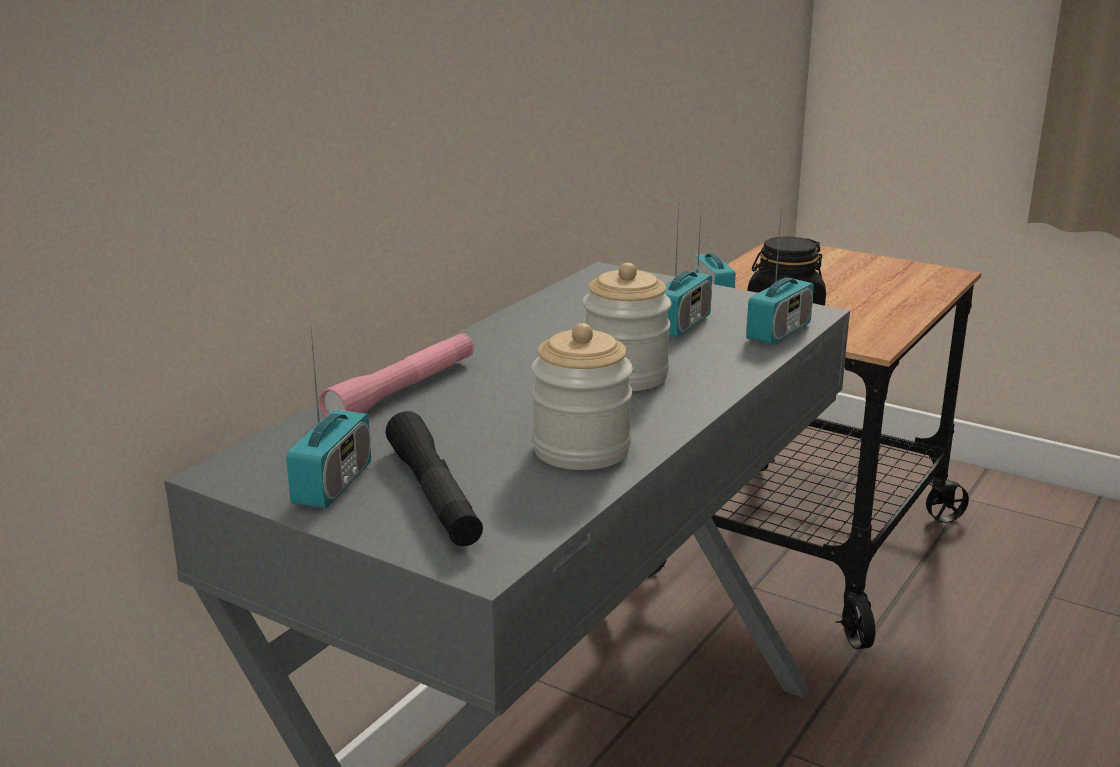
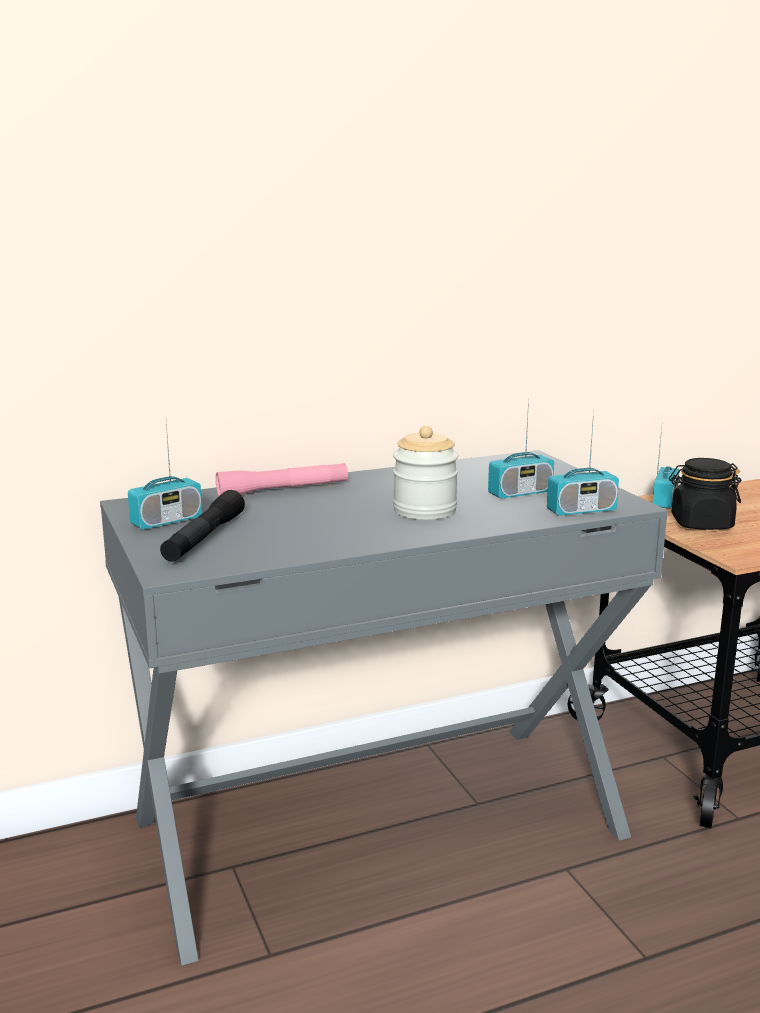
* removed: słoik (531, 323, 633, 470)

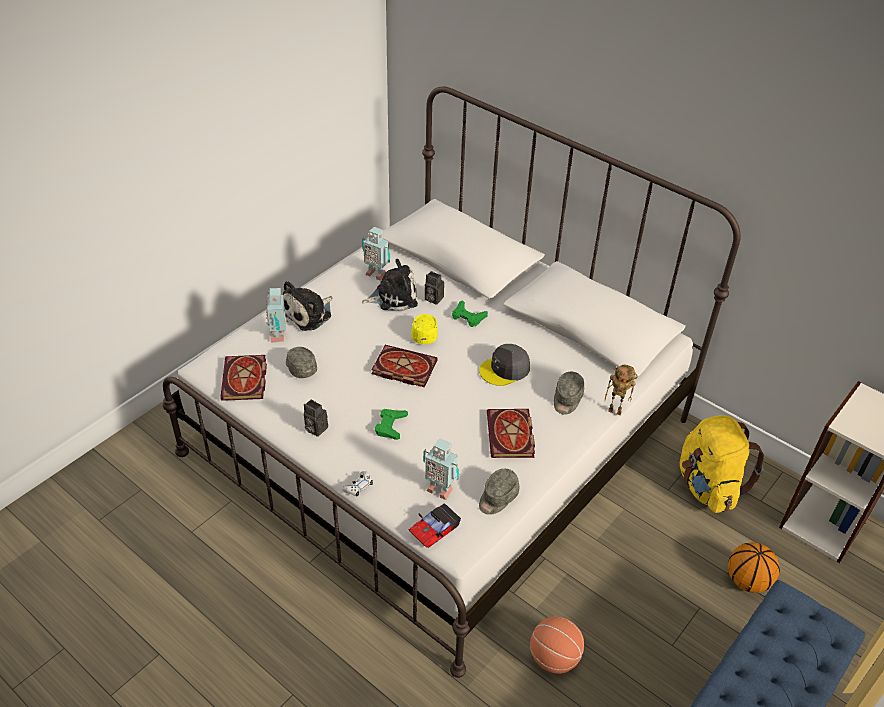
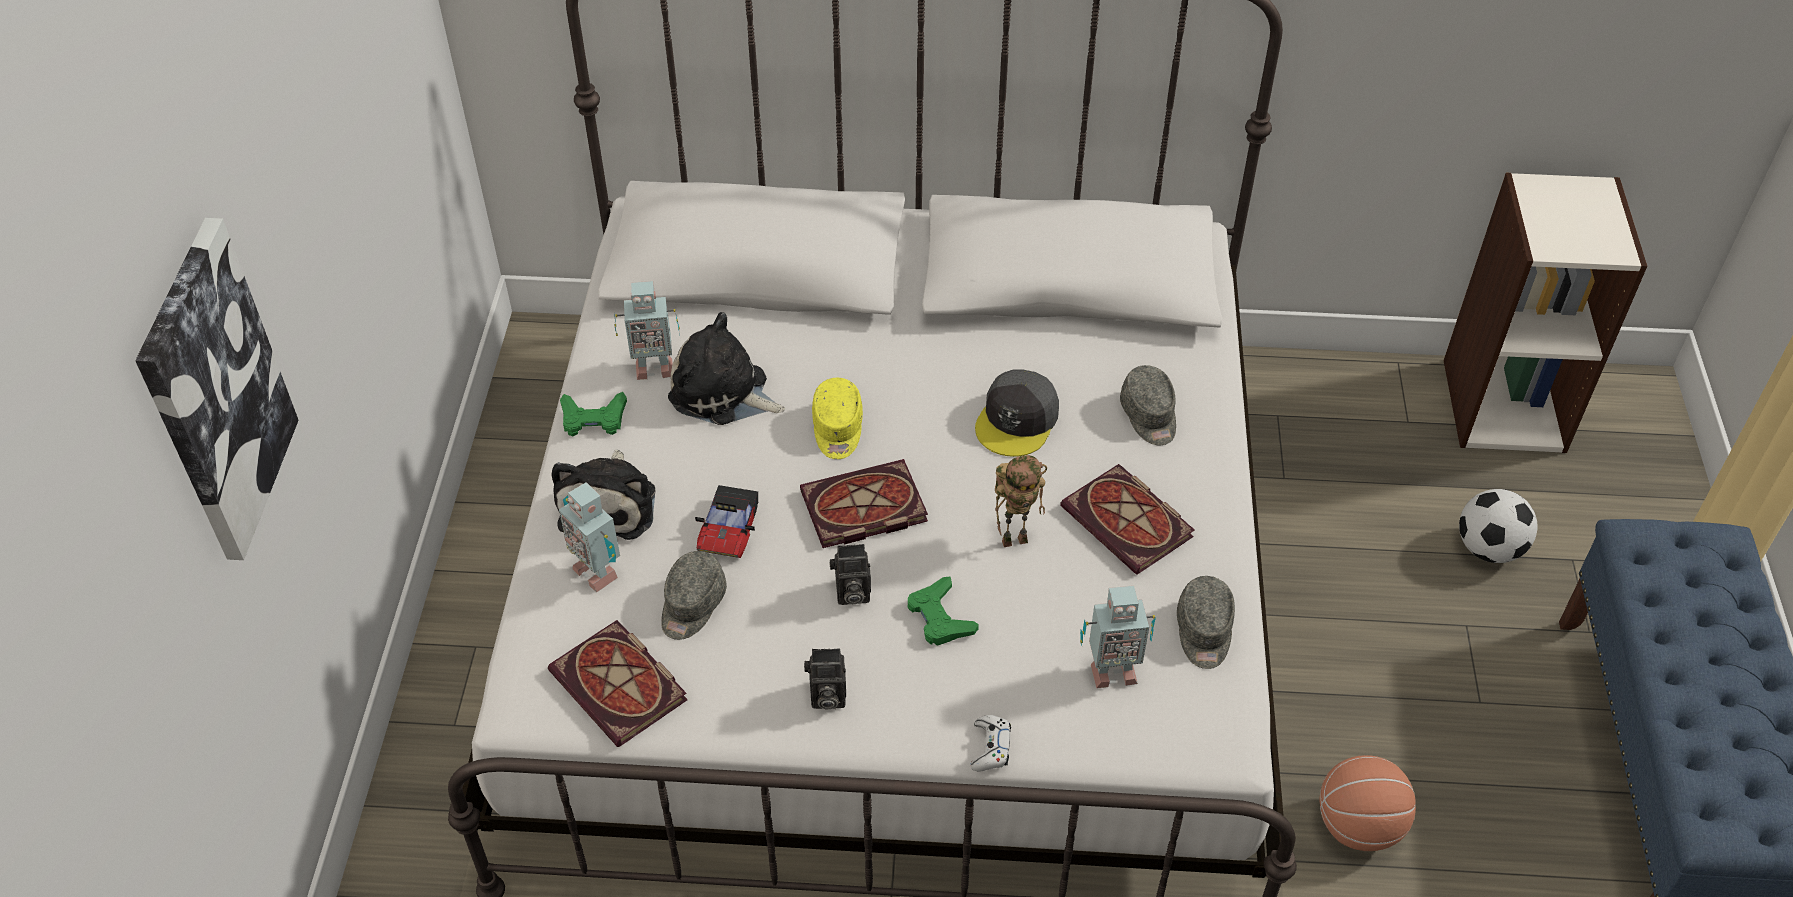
* turned: czapka z daszkiem (szary) (286, 347, 317, 378) = (661, 551, 727, 640) 90 degrees counterclockwise
* turned: pluszak (361, 259, 418, 311) = (668, 312, 785, 425) 105 degrees counterclockwise
* moved: samochodzik (409, 503, 461, 548) to (695, 485, 758, 558)
* turned: czapka z daszkiem (żółty) (412, 314, 438, 344) = (812, 377, 863, 459) 150 degrees counterclockwise
* moved: aparat fotograficzny (425, 271, 444, 305) to (829, 544, 871, 605)
* moved: pad do gier (zielony) (452, 300, 488, 327) to (560, 392, 627, 436)
* moved: robot zabawkowy (605, 364, 638, 415) to (995, 455, 1047, 547)
* removed: plecak (żółty) (680, 415, 764, 513)
* replaced: piłka do koszykówki (728, 542, 780, 593) to piłka futbolowa (1459, 489, 1538, 563)
* added: obraz (135, 218, 299, 560)

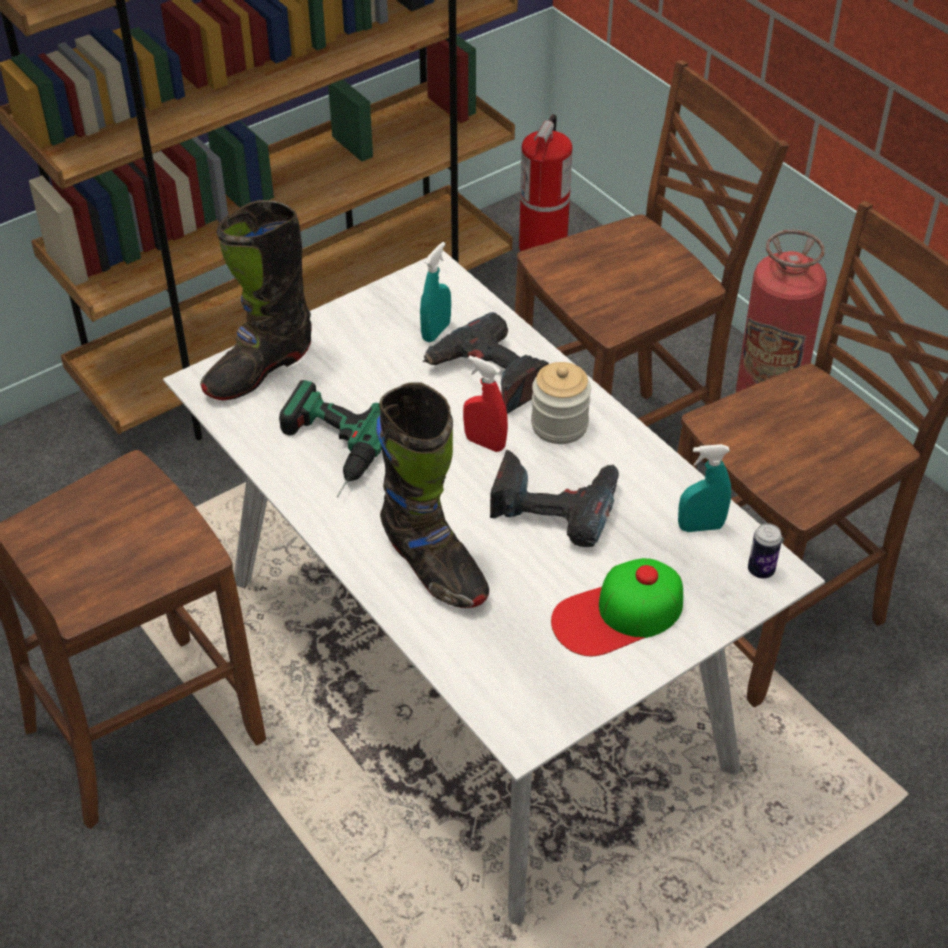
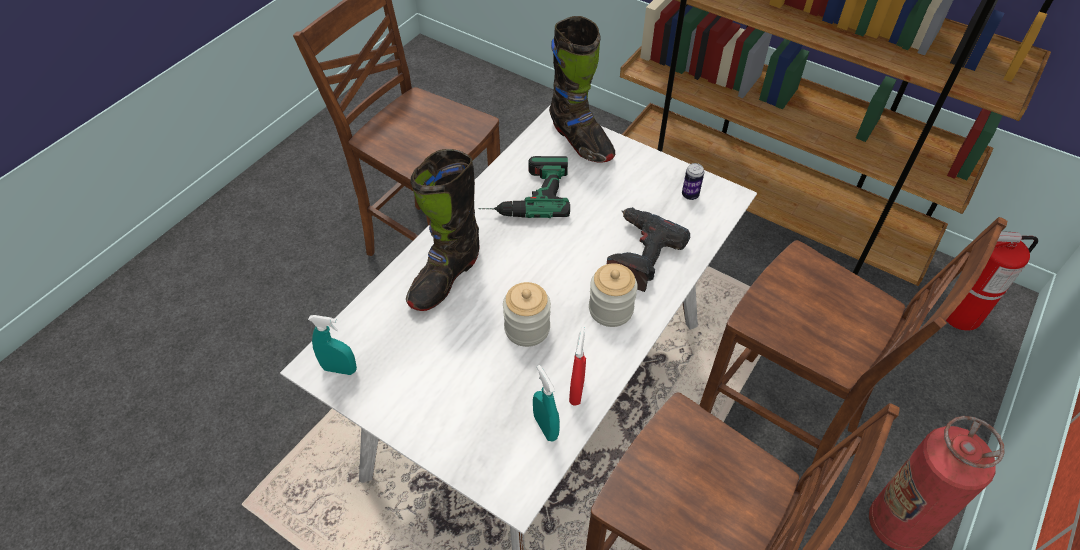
* turned: but z cholewką (czarny) (200, 200, 312, 400) = (549, 16, 615, 163) 150 degrees counterclockwise
* moved: spryskiwacz (turkusowy) (420, 242, 451, 342) to (308, 315, 357, 375)
* moved: spryskiwacz (czerwony) (463, 356, 508, 452) to (569, 327, 586, 406)
* replaced: wiertarka (490, 450, 619, 547) to słoik (503, 282, 551, 347)
* removed: czapka z daszkiem (551, 558, 683, 656)
* moved: puszka (748, 523, 782, 578) to (682, 163, 704, 200)

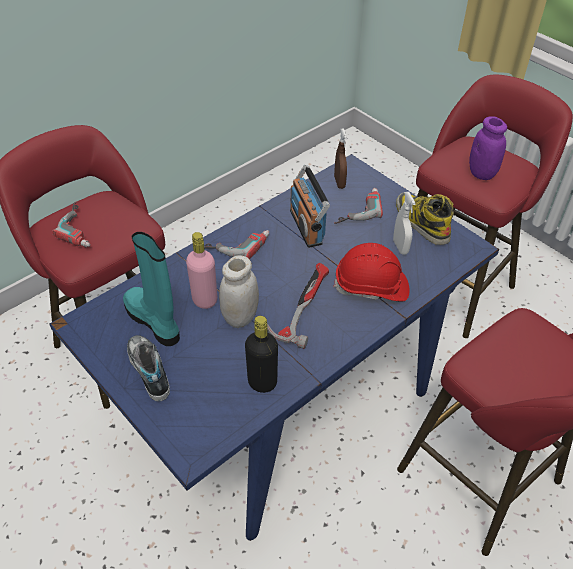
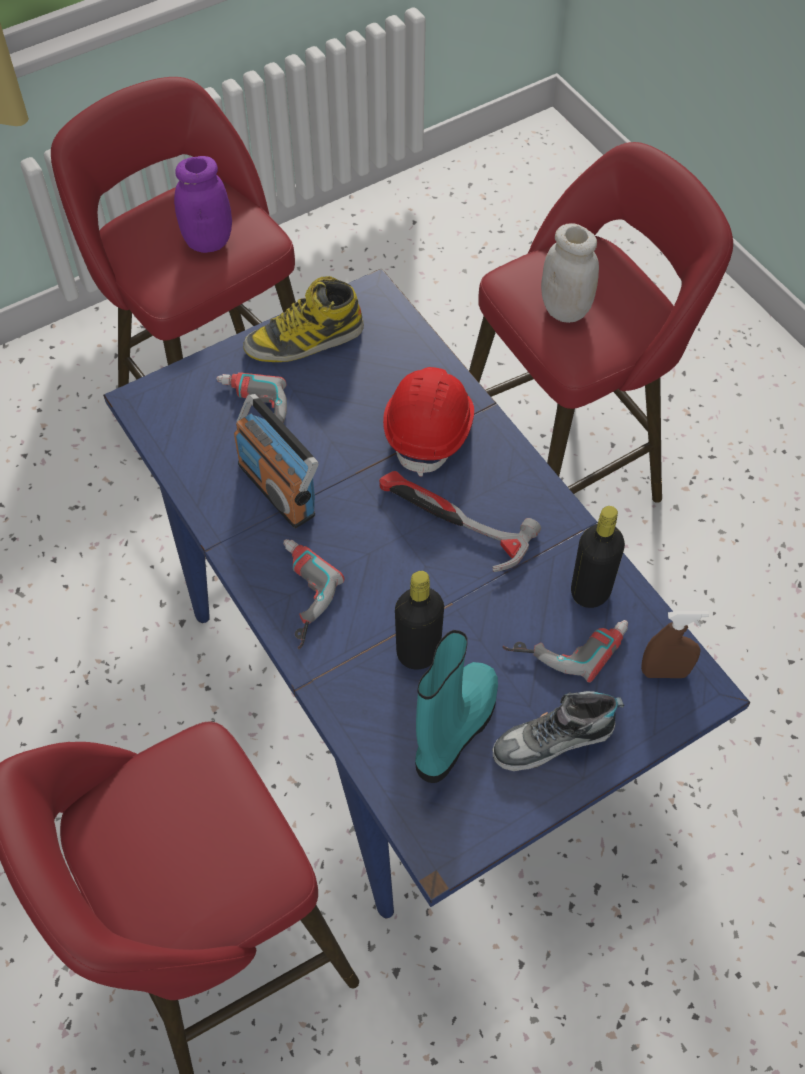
* moved: wiertarka (52, 202, 90, 247) to (502, 620, 628, 683)
* turned: but z cholewką (turkusowy) (123, 232, 180, 346) = (415, 630, 498, 783) 150 degrees clockwise
* recoloured: butelka (różowy) (186, 232, 217, 309) to butelka (czarny) (395, 571, 444, 669)
* moved: słoik (biały) (219, 255, 259, 328) to (541, 223, 599, 323)
* turned: radio (290, 165, 330, 248) = (234, 394, 318, 528) 60 degrees clockwise
* moved: spryskiwacz (brązowy) (334, 128, 347, 189) to (641, 611, 709, 678)
* removed: spryskiwacz (biały) (393, 192, 416, 255)

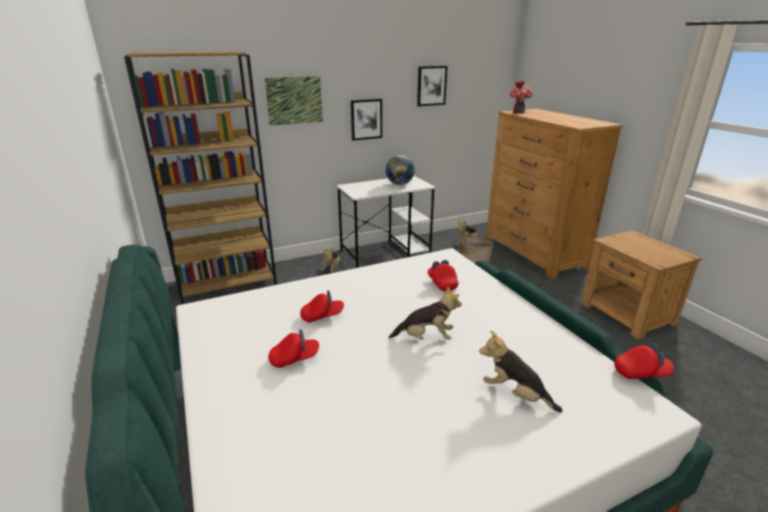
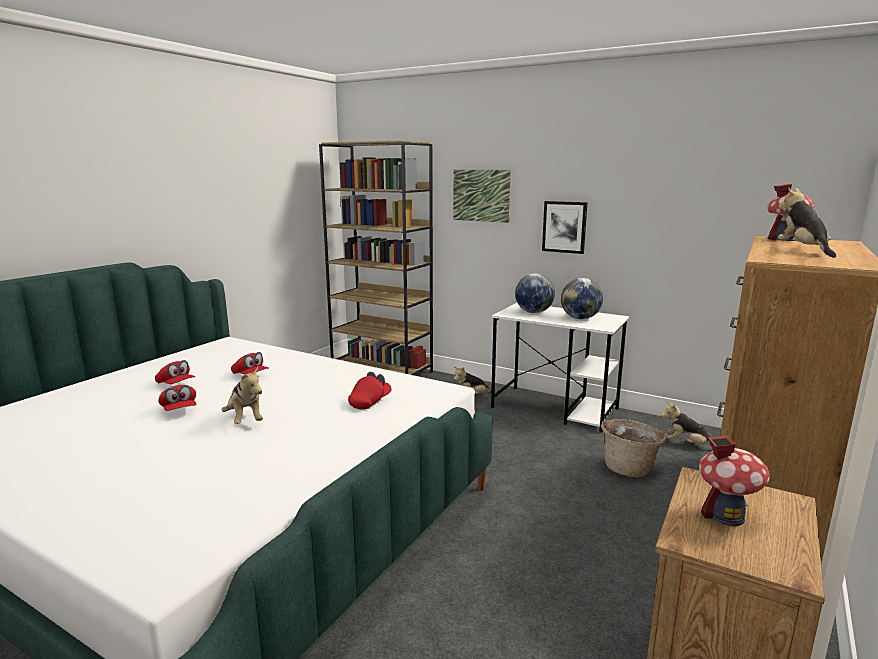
* removed: obraz (417, 66, 448, 106)
* moved: pluszak (479, 330, 563, 413) to (778, 187, 836, 258)
* moved: czapka z daszkiem (czerwony) (614, 343, 674, 379) to (158, 385, 197, 411)
* added: globus (515, 273, 555, 313)
* added: domek (699, 435, 770, 526)

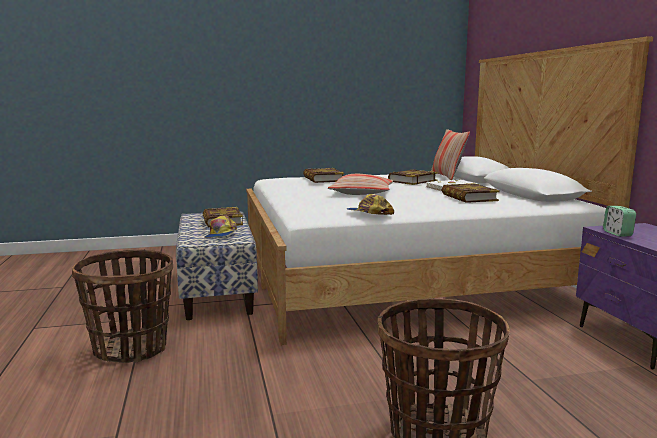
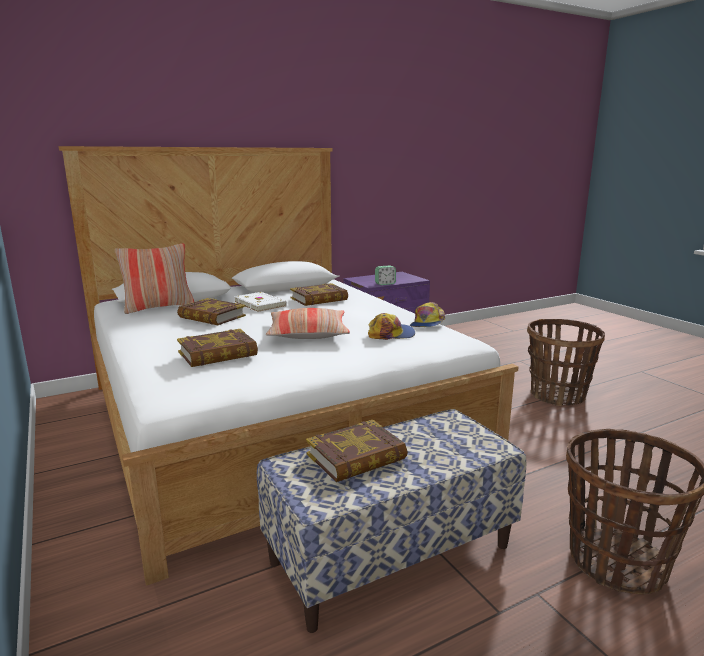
* moved: czapka z daszkiem (205, 215, 237, 238) to (368, 313, 415, 340)

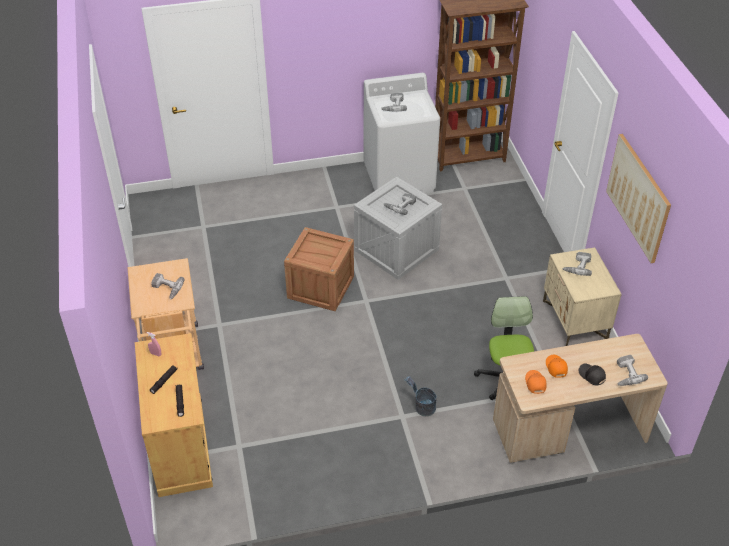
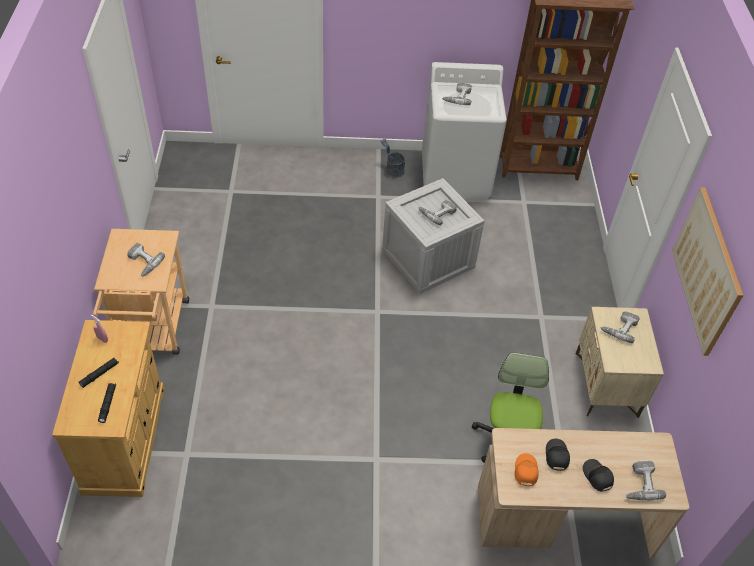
* removed: skrzynka (284, 227, 354, 311)
* moved: wiadro (szary) (404, 376, 436, 416) to (380, 139, 405, 178)
* recoloured: czapka z daszkiem (pomarańczowy) (546, 355, 568, 378) to czapka z daszkiem (czarny) (546, 439, 570, 471)

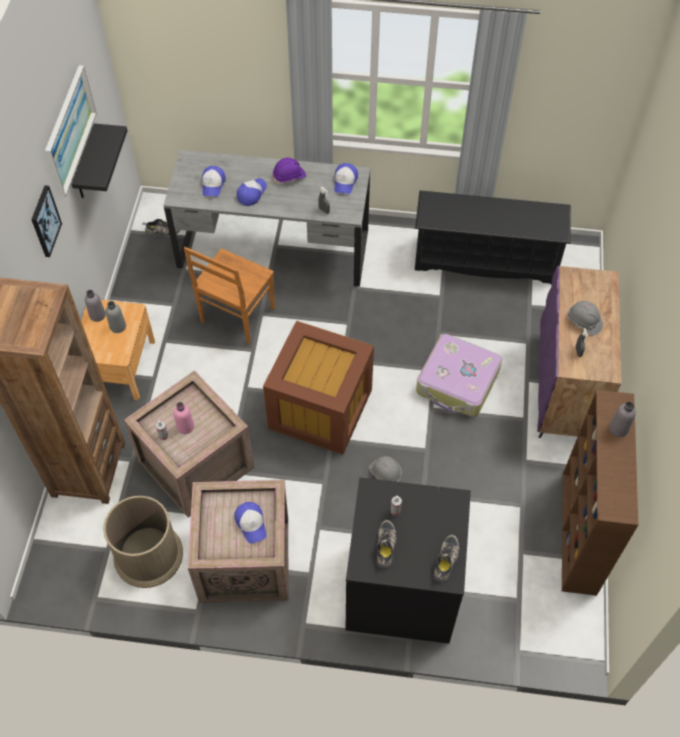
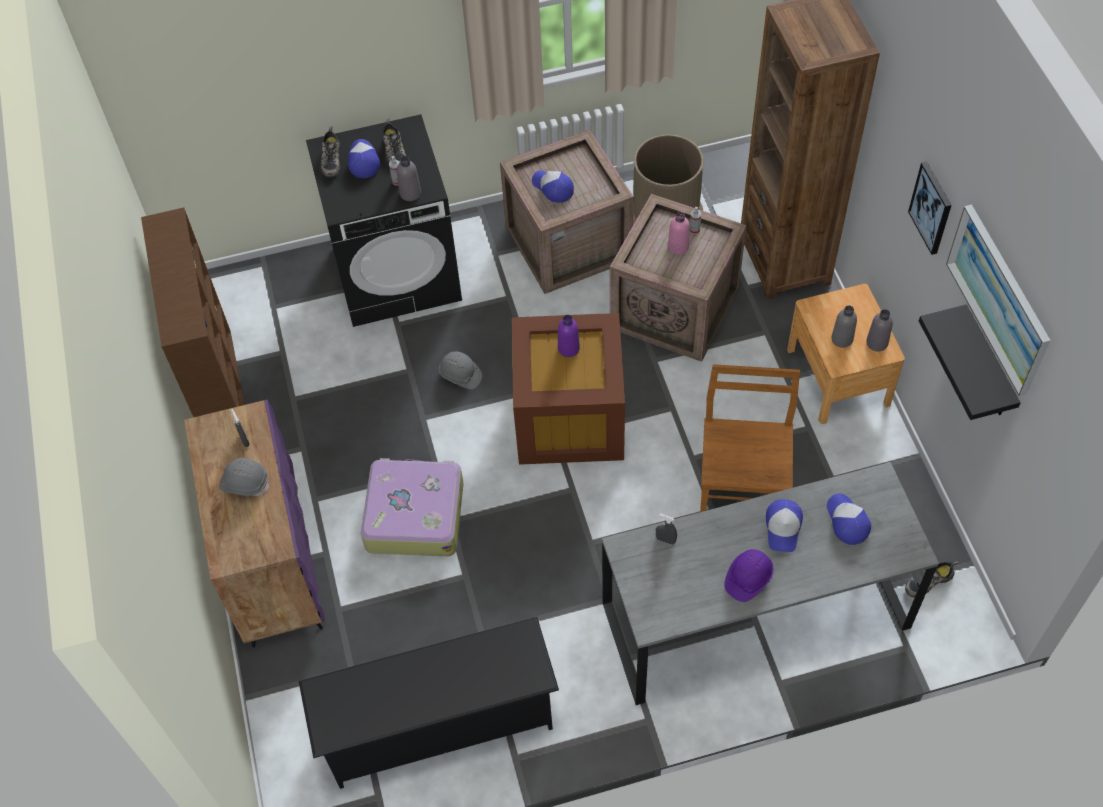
* moved: czapka z daszkiem (334, 163, 358, 194) to (348, 139, 380, 178)
* moved: butelka (szary) (609, 402, 636, 437) to (397, 156, 421, 201)
* added: butelka (fioletowy) (558, 315, 580, 357)

